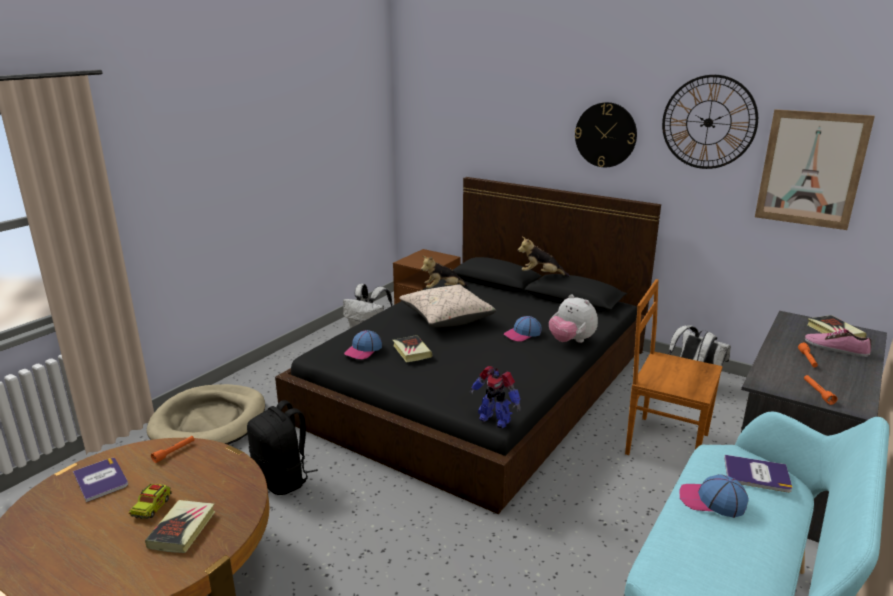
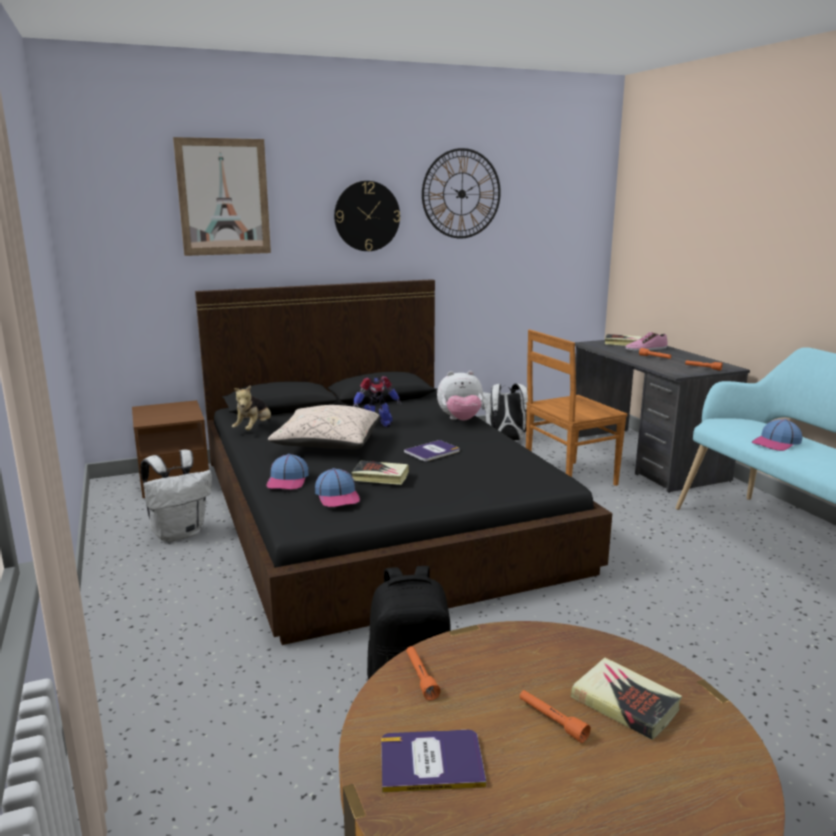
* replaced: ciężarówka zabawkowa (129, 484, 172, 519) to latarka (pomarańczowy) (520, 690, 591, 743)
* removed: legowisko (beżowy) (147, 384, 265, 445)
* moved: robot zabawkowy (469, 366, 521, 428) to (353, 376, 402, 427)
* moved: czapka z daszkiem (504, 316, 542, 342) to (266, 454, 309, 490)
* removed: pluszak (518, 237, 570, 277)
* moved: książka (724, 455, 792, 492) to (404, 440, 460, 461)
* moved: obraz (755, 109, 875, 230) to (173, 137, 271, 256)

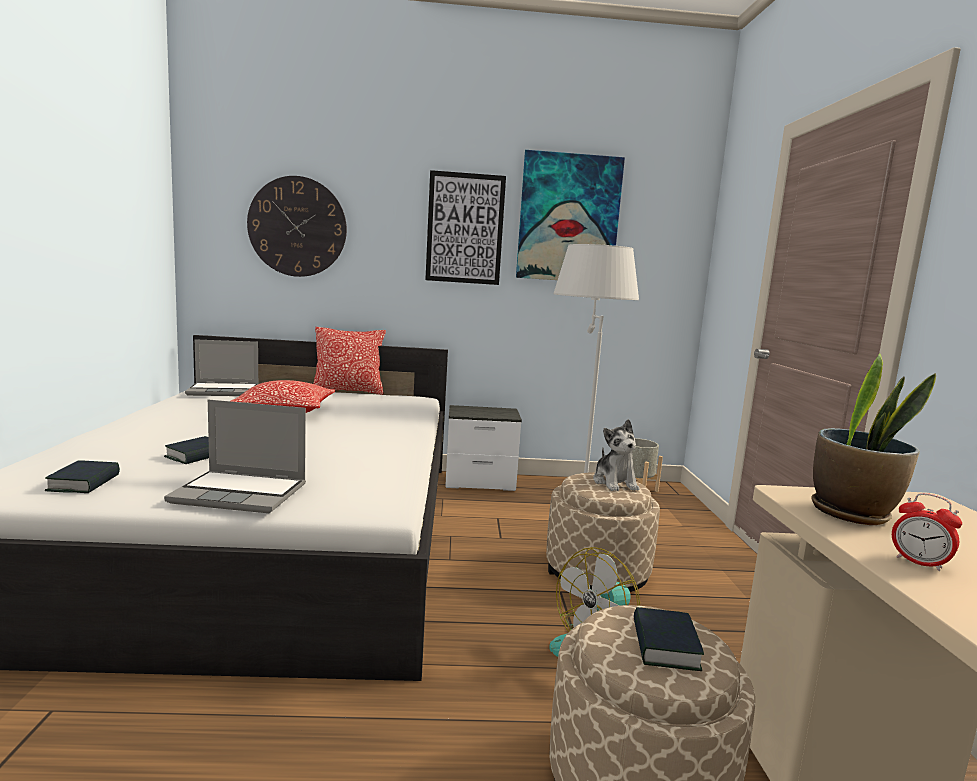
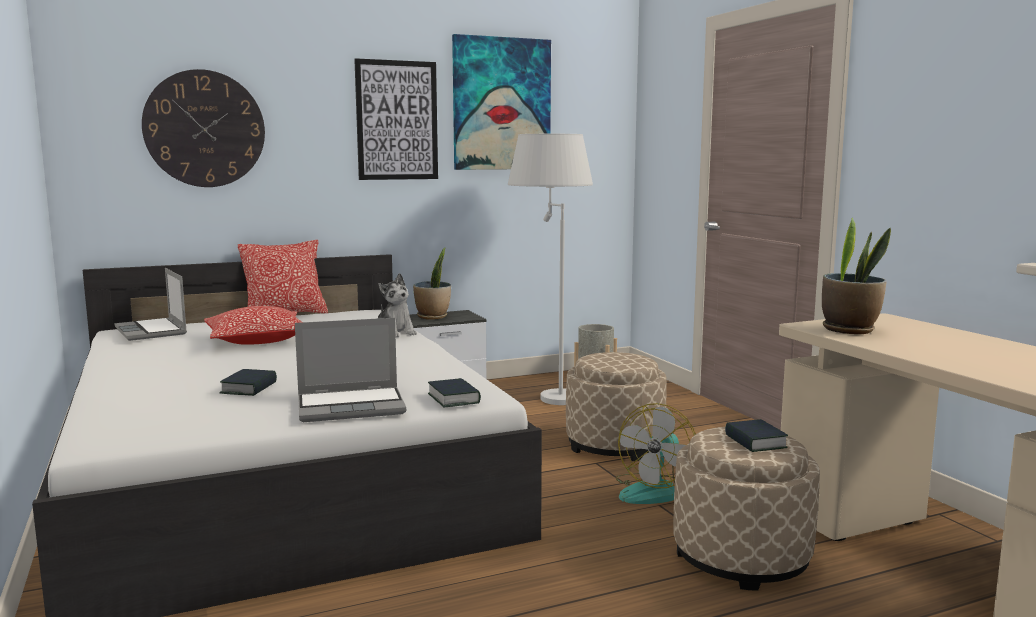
* moved: książka (45, 460, 120, 493) to (428, 378, 481, 407)
* turned: laptop (185, 339, 258, 396) = (114, 268, 187, 341) 90 degrees clockwise
* moved: pluszak (593, 419, 639, 491) to (378, 273, 417, 337)
* removed: budzik (892, 493, 962, 571)
* added: roślina doniczkowa (413, 247, 451, 320)

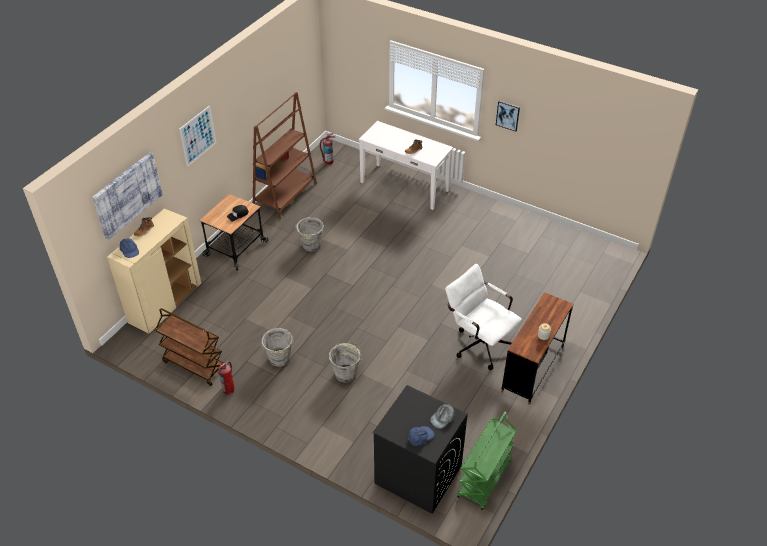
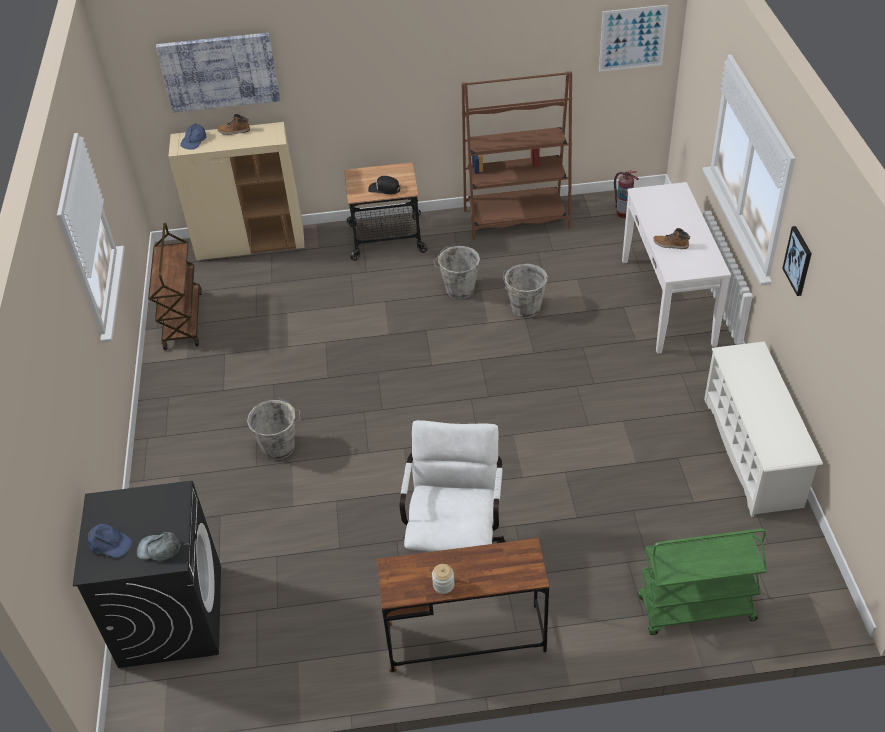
* moved: obraz (179, 106, 216, 167) to (599, 5, 668, 72)
* removed: gaśnica (218, 361, 234, 395)
* moved: wiadro (szary) (261, 328, 294, 367) to (503, 264, 548, 318)
* moved: wózek (zielony) (457, 412, 517, 510) to (638, 529, 767, 635)
* added: regał na buty (biały) (704, 342, 823, 517)

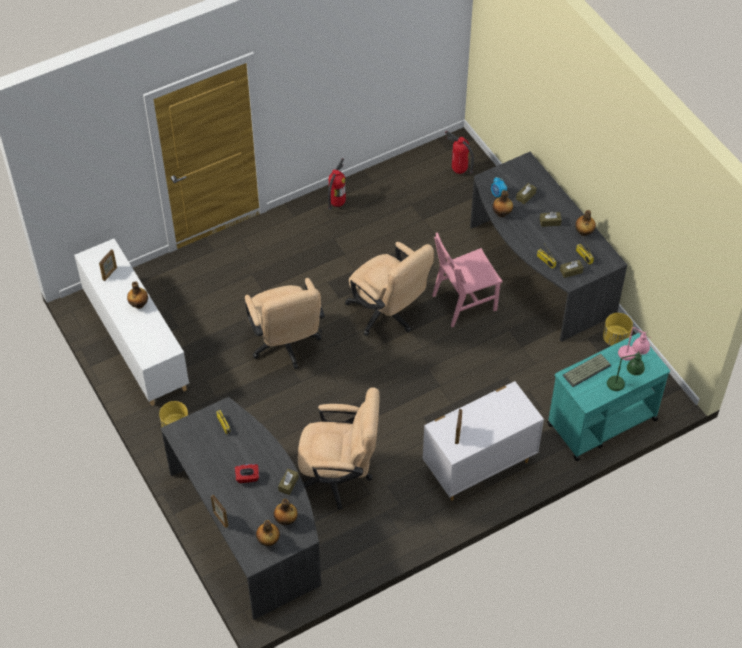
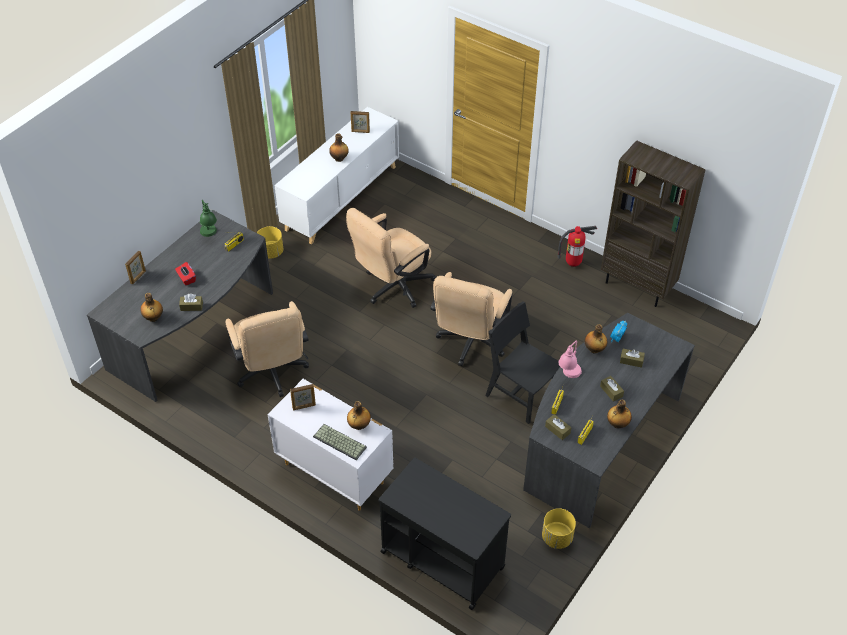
* moved: butelka (256, 520, 280, 546) to (347, 401, 371, 430)
* recoloured: krzesło (różowy) (432, 232, 503, 327) to krzesło (czarny) (485, 301, 560, 424)
* removed: gaśnica (445, 131, 474, 174)
* recoloured: wózek (turkusowy) (547, 333, 670, 461) to wózek (czarny) (379, 457, 511, 610)
* moved: klawiatura (563, 354, 611, 387) to (313, 424, 367, 460)
* moved: lampa stołowa (zielony) (607, 351, 645, 391) to (200, 200, 217, 237)
* moved: lampa stołowa (różowy) (618, 327, 651, 361) to (558, 340, 582, 378)
* added: regał (brązowy) (601, 140, 706, 307)

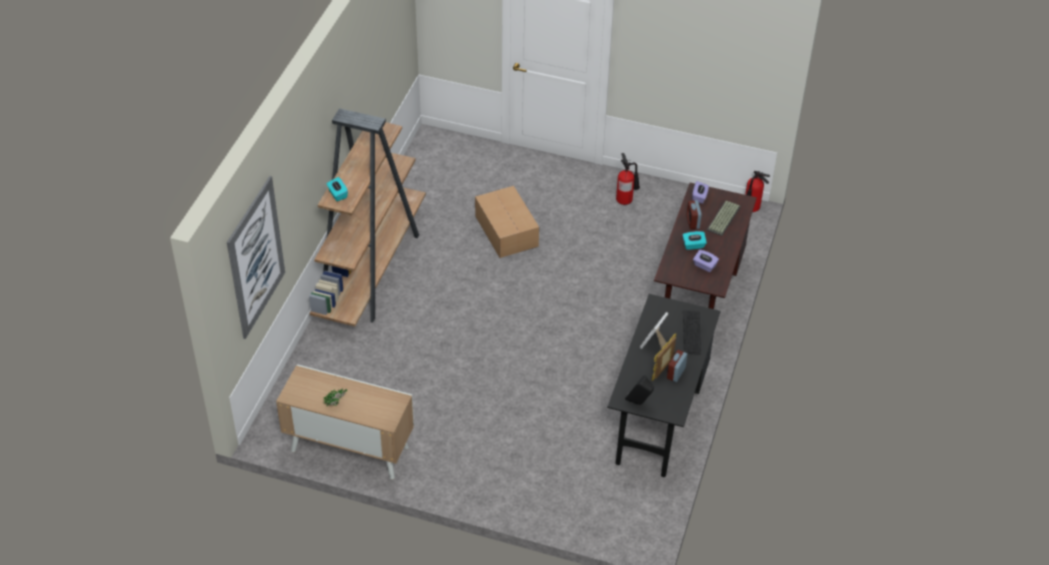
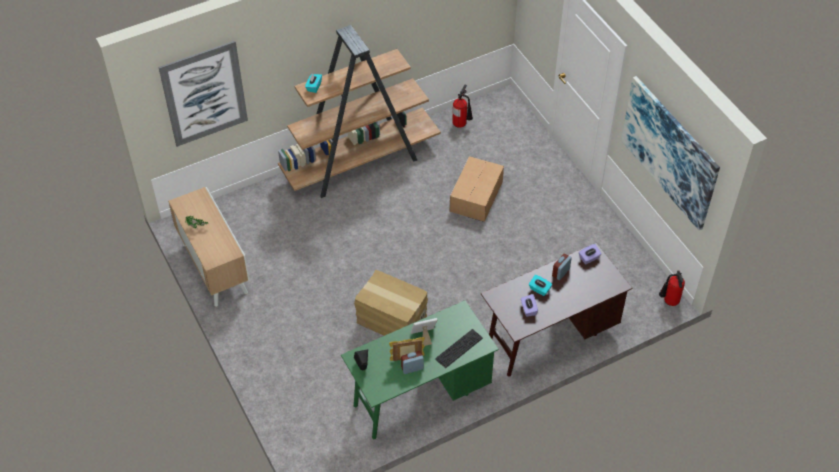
* recoloured: biurko (czarny) (607, 294, 721, 477) to biurko (zielony) (341, 300, 499, 439)
* moved: gaśnica (616, 153, 640, 205) to (452, 84, 473, 128)
* removed: klawiatura (707, 201, 740, 236)
* added: karton (354, 270, 428, 336)
* added: obraz (621, 76, 720, 230)

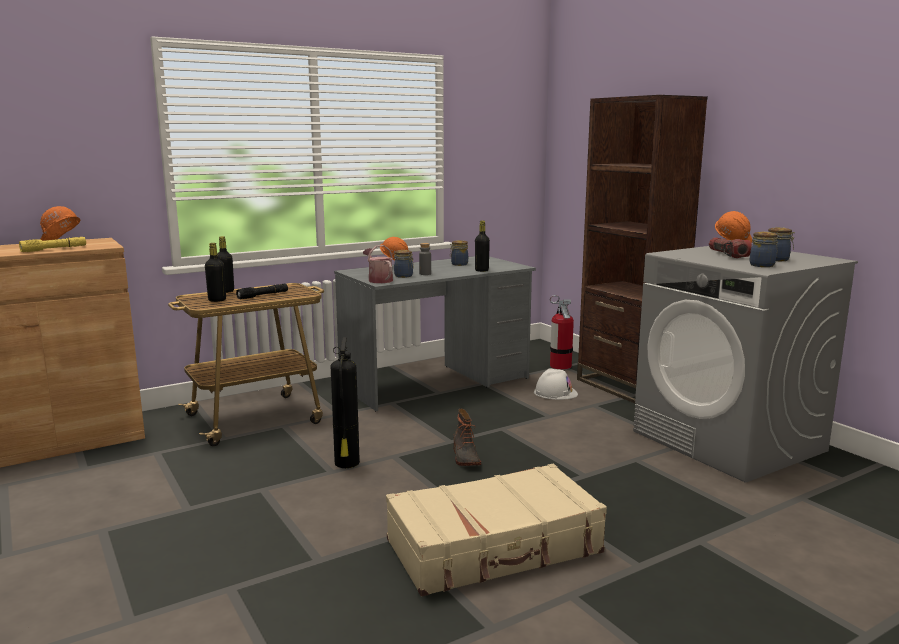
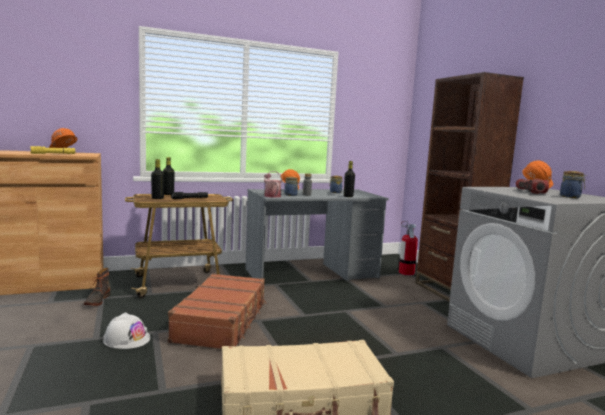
* replaced: gaśnica (330, 337, 360, 468) to walizka (brązowy) (168, 273, 266, 349)
* moved: but z cholewką (453, 409, 481, 466) to (84, 268, 110, 306)
* moved: kask (biały) (534, 368, 578, 400) to (103, 312, 151, 349)
* removed: słoik (750, 232, 778, 267)

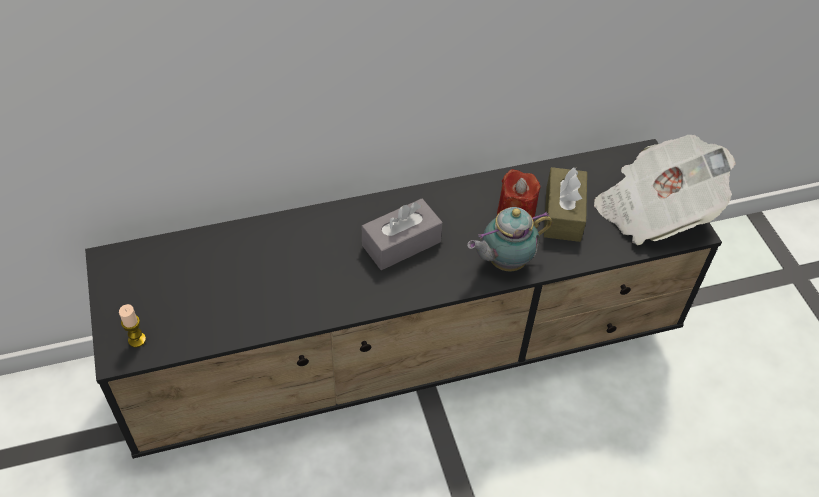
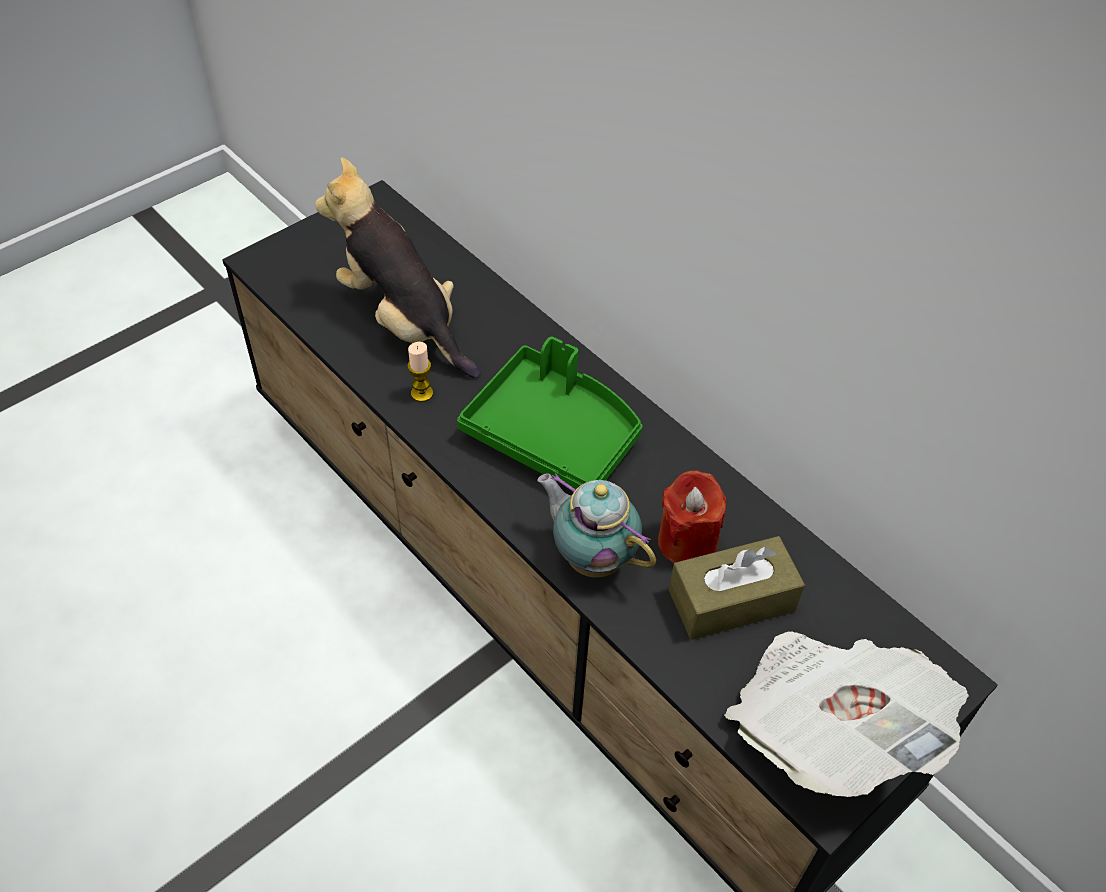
* moved: świeca (119, 304, 146, 347) to (408, 342, 433, 402)
* replaced: pudełko chusteczek (szary) (362, 198, 443, 270) to taca (zielony) (457, 337, 643, 489)
* added: pluszak (315, 158, 481, 378)

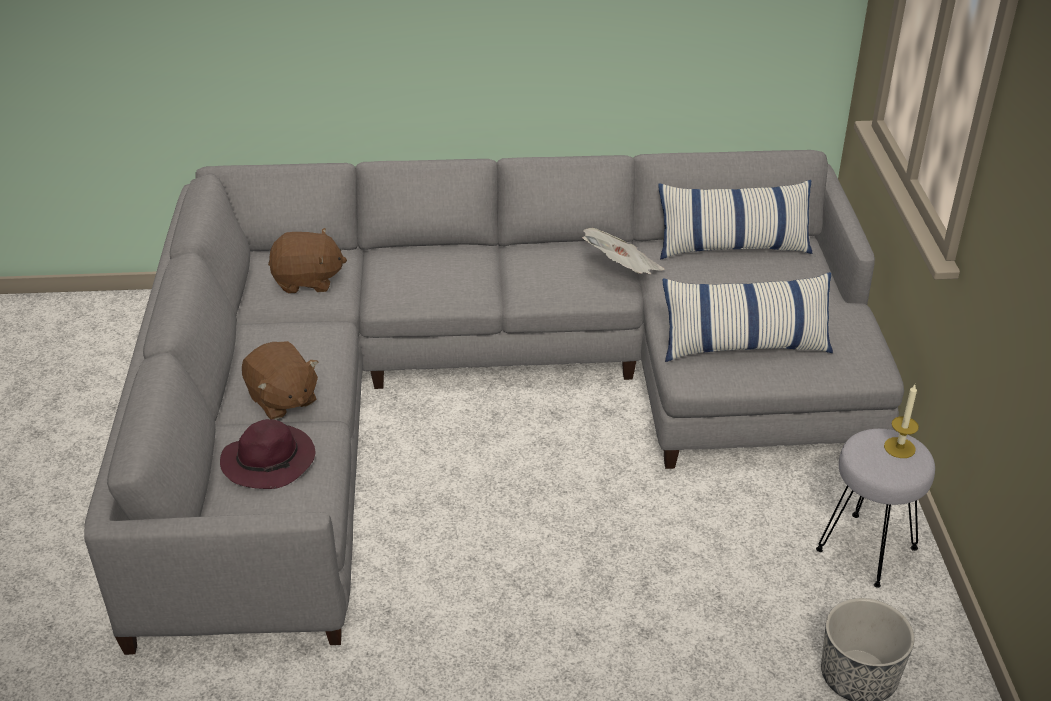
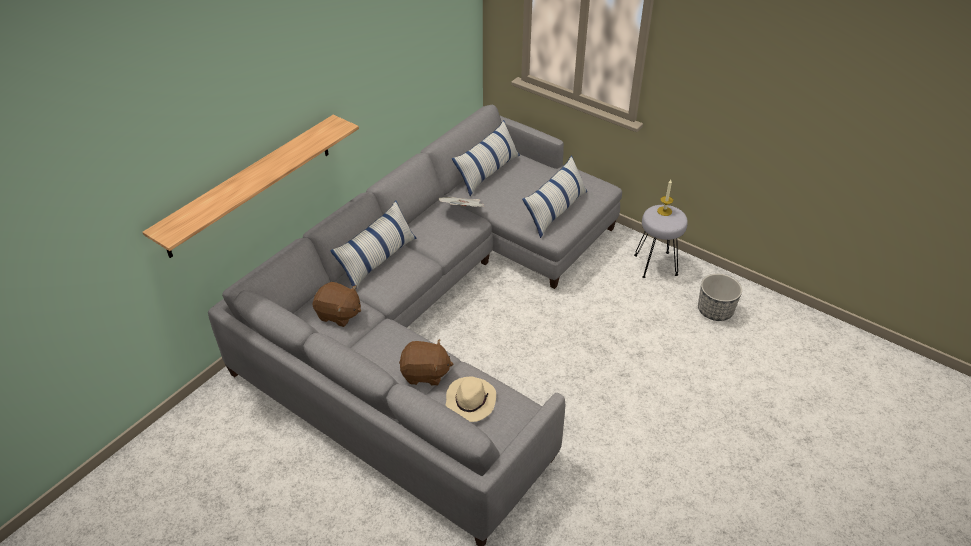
* recoloured: kapelusz (fioletowy) (220, 419, 316, 489) to kapelusz (beżowy) (446, 376, 496, 422)
* turned: pluszak (brązowy) (268, 228, 347, 293) = (313, 282, 361, 327) 75 degrees clockwise
* added: półka (142, 115, 359, 258)
* added: poduszka (330, 201, 417, 288)

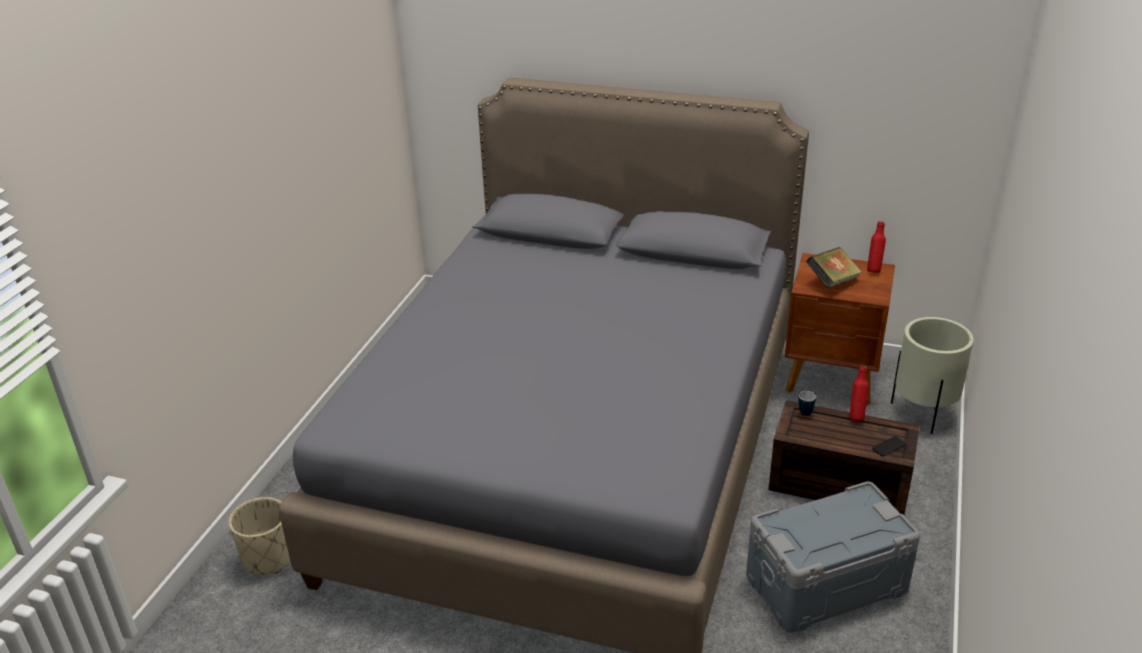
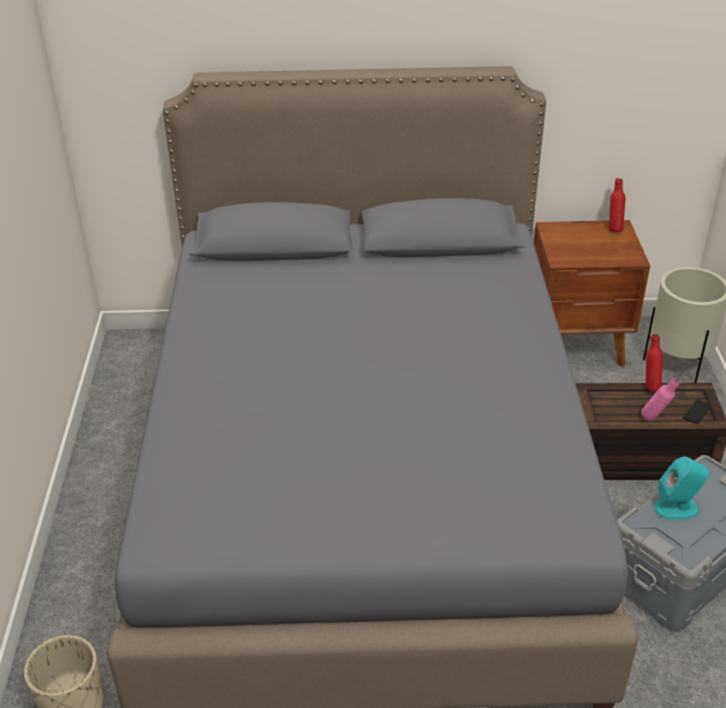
* removed: kubek (798, 391, 816, 416)
* removed: książka (806, 247, 862, 288)
* added: butelka (różowy) (641, 377, 680, 421)
* added: głośnik (turkusowy) (654, 456, 709, 520)

